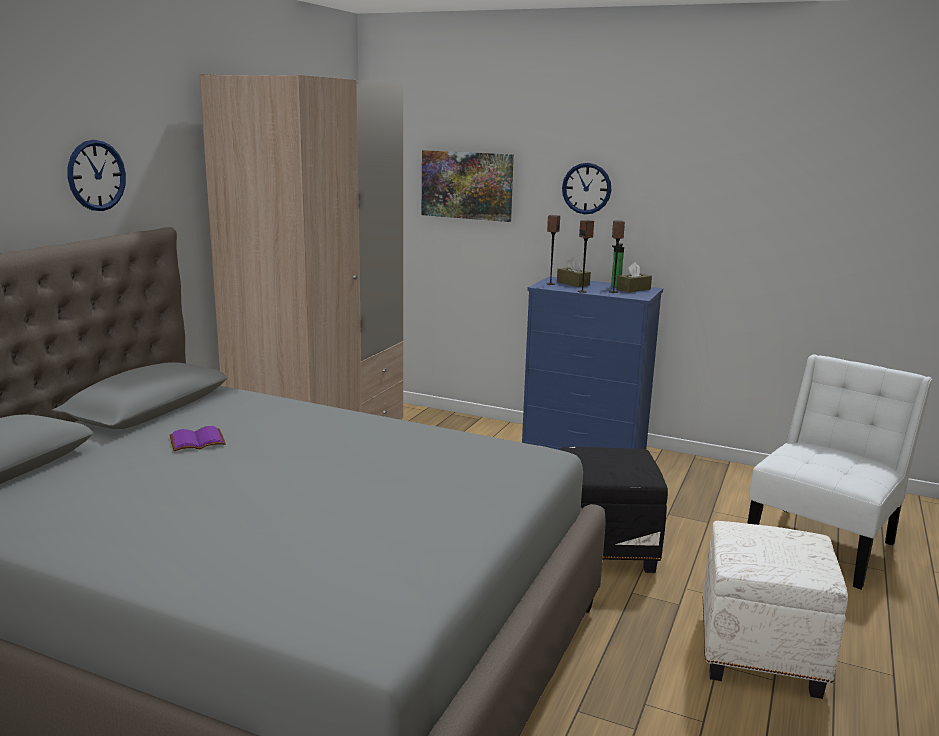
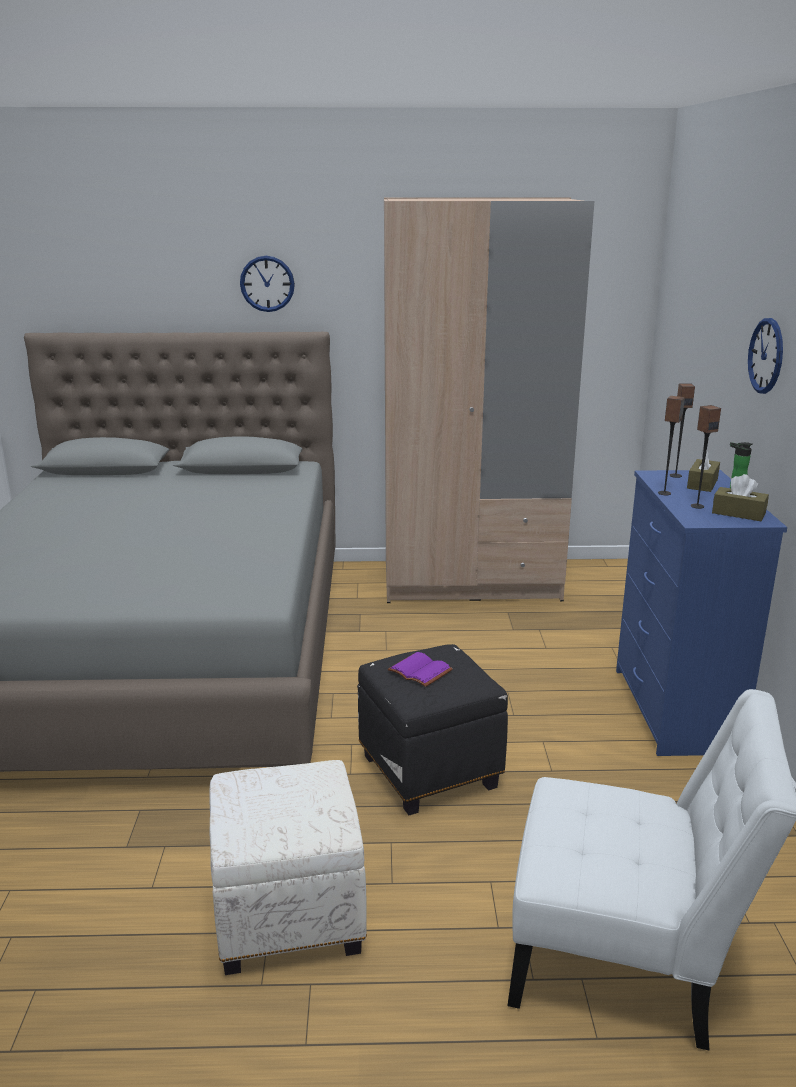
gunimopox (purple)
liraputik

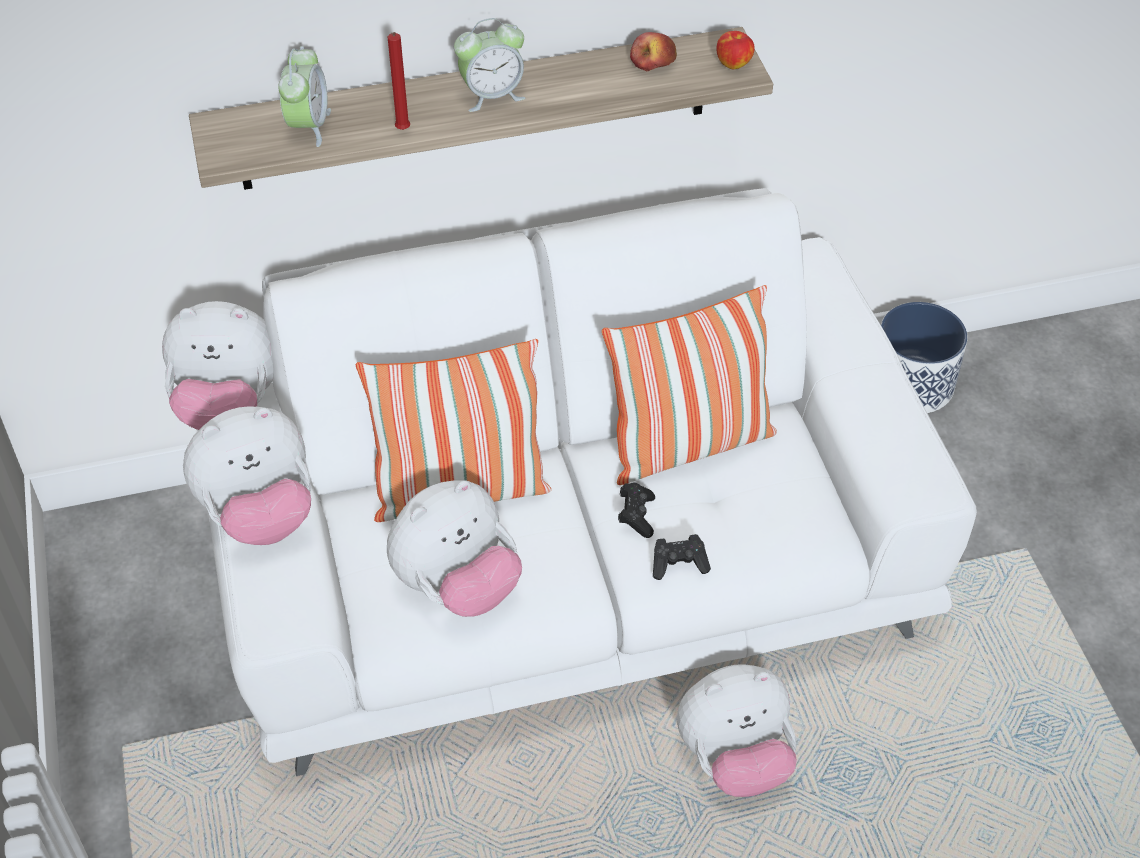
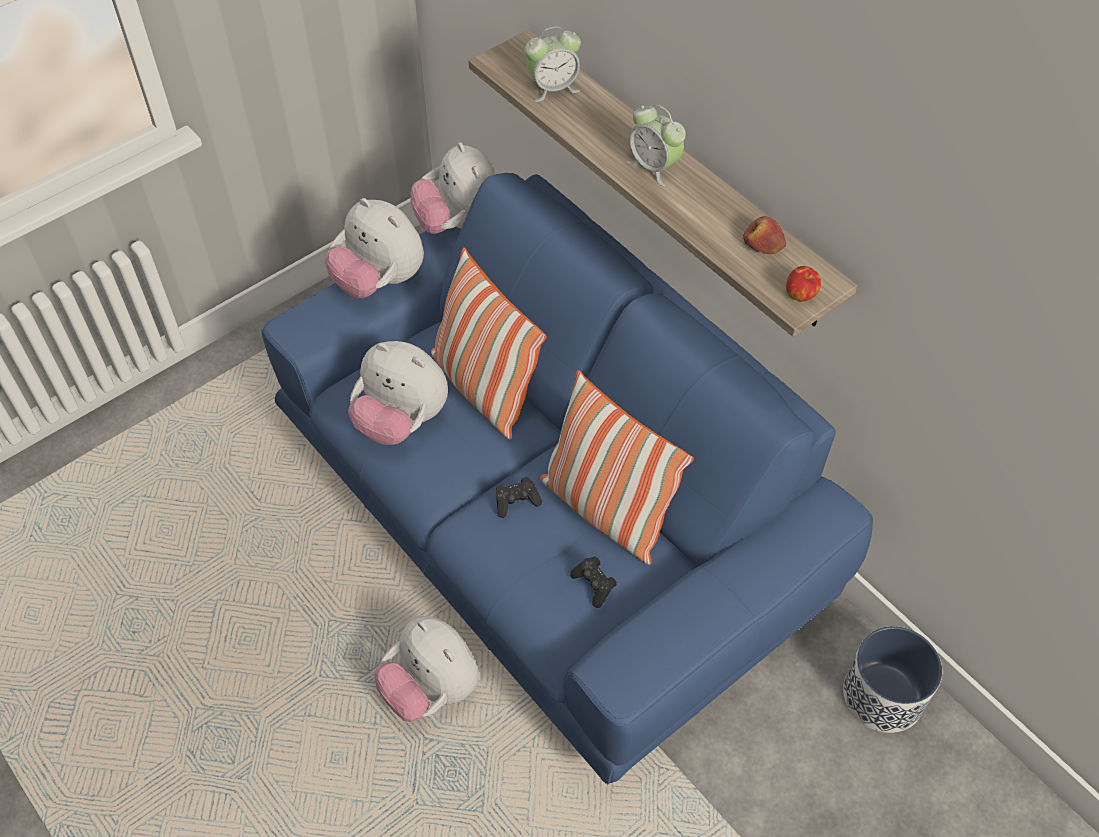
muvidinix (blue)
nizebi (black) (no. 2 from left)
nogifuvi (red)

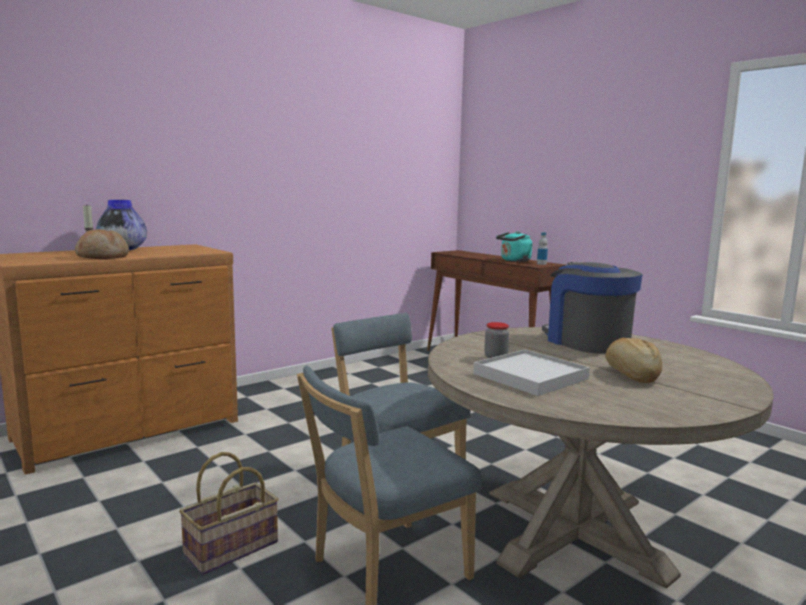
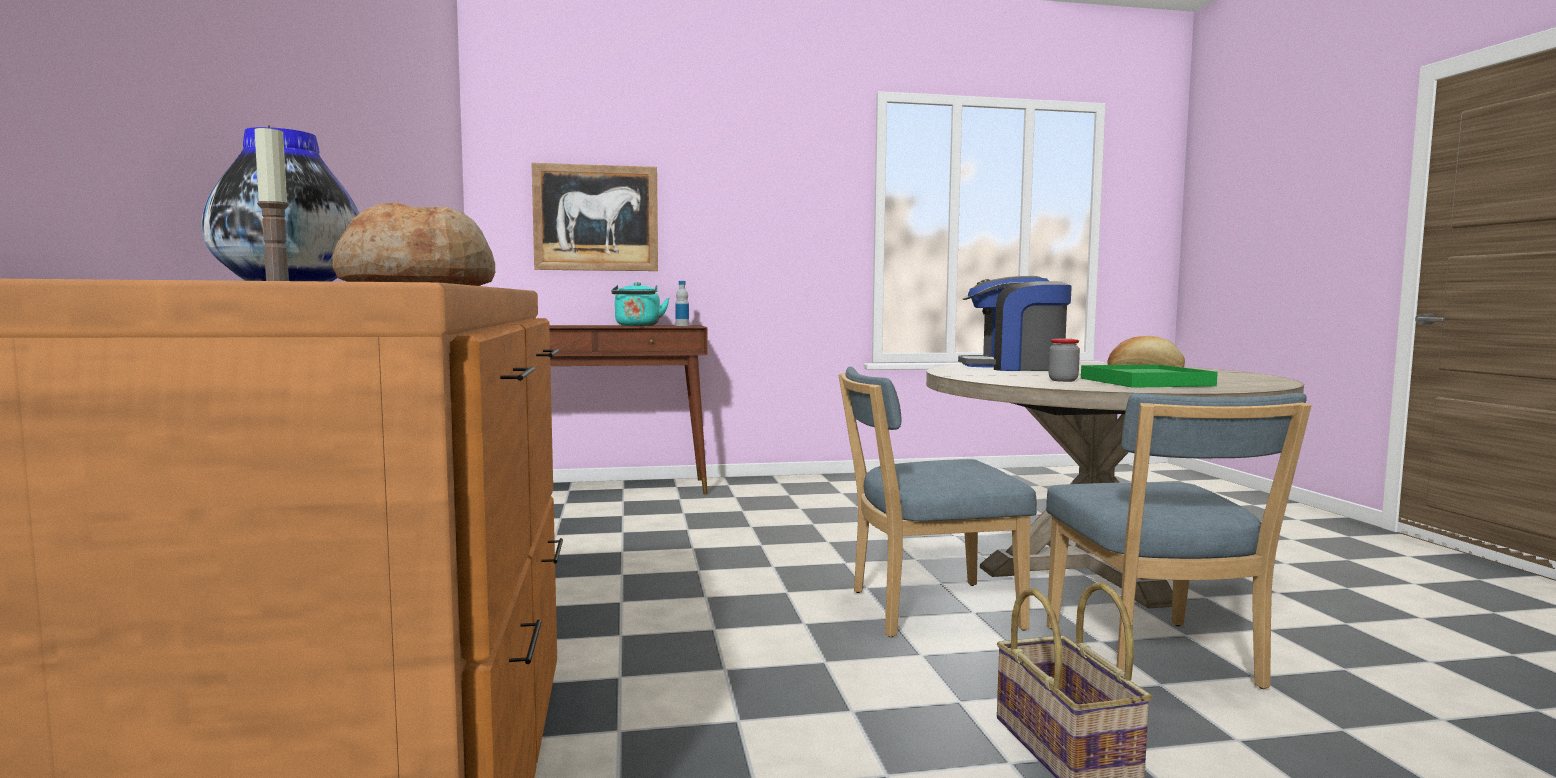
liraputik
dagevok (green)

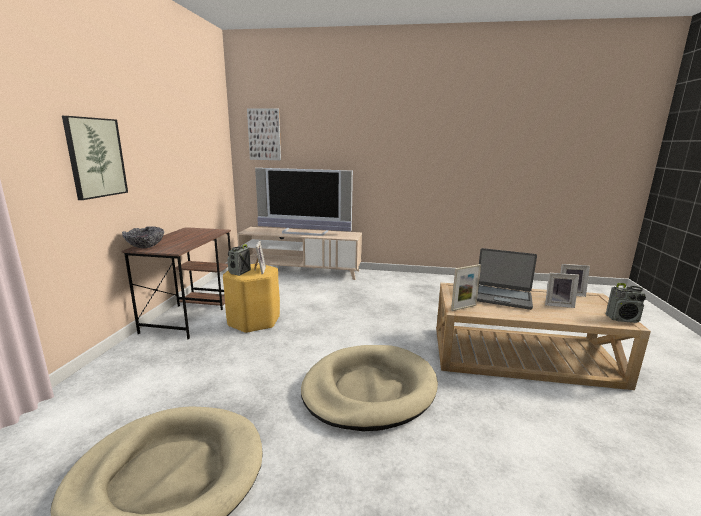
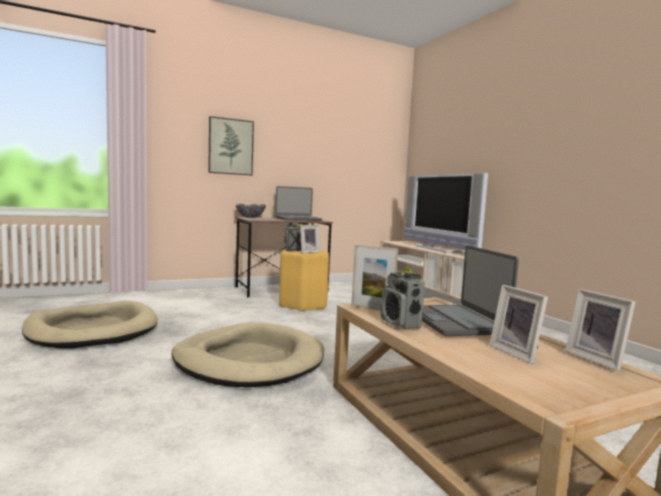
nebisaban (no. 1 from left)
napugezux (no. 2 from left)
liraputik (no. 2 from left in the first image)

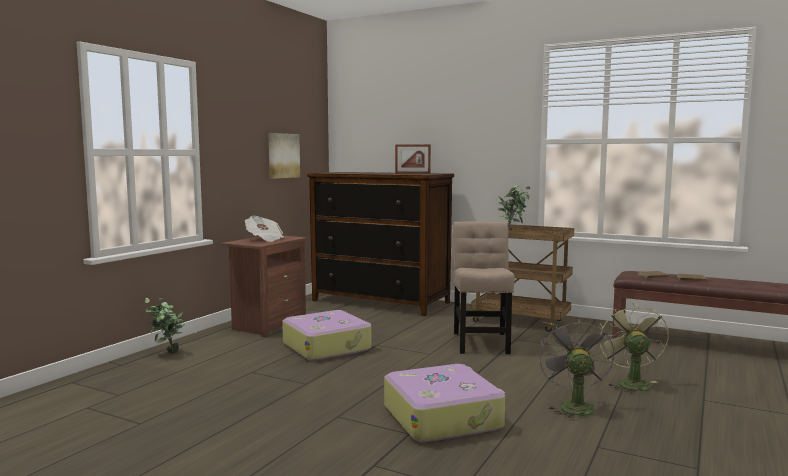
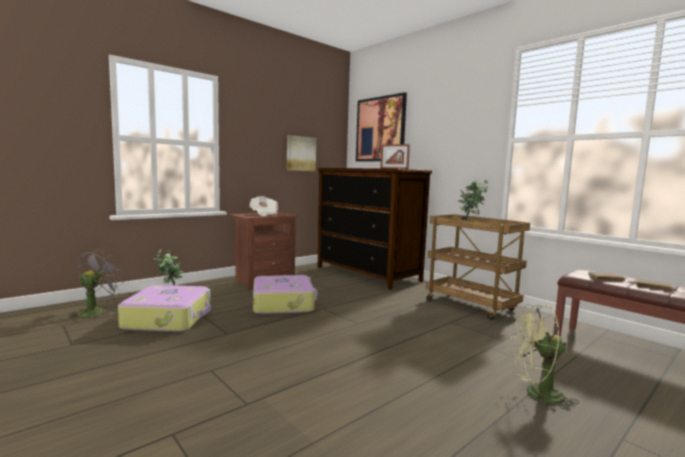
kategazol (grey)
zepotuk (no. 1 from left)
liraputik (no. 2 from left)
kategazol (green)
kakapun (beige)

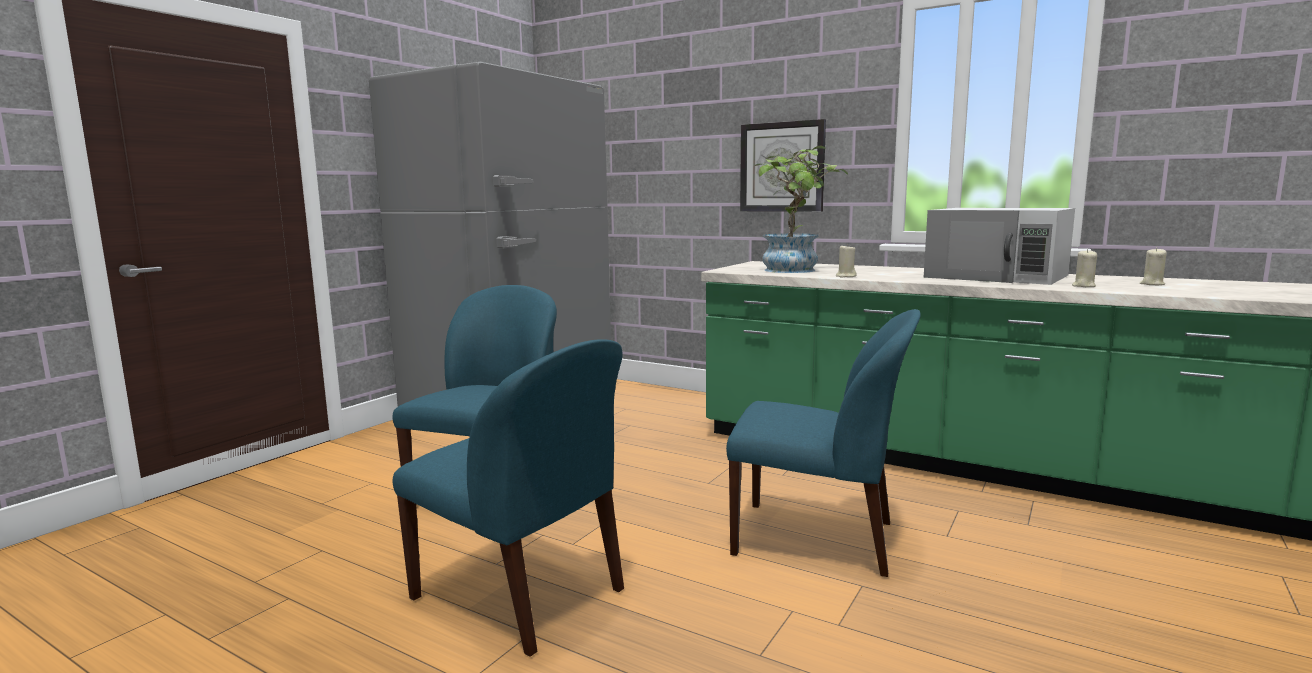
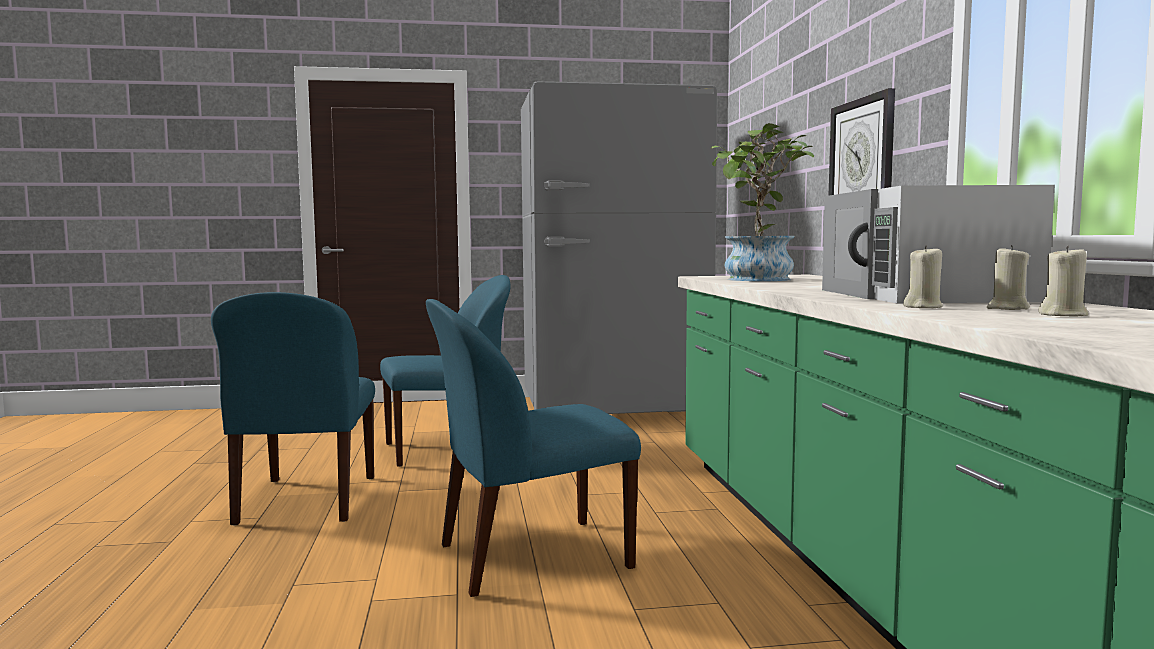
kakapun (blue) (no. 3 from left)
nogifuvi (beige) (no. 2 from left)

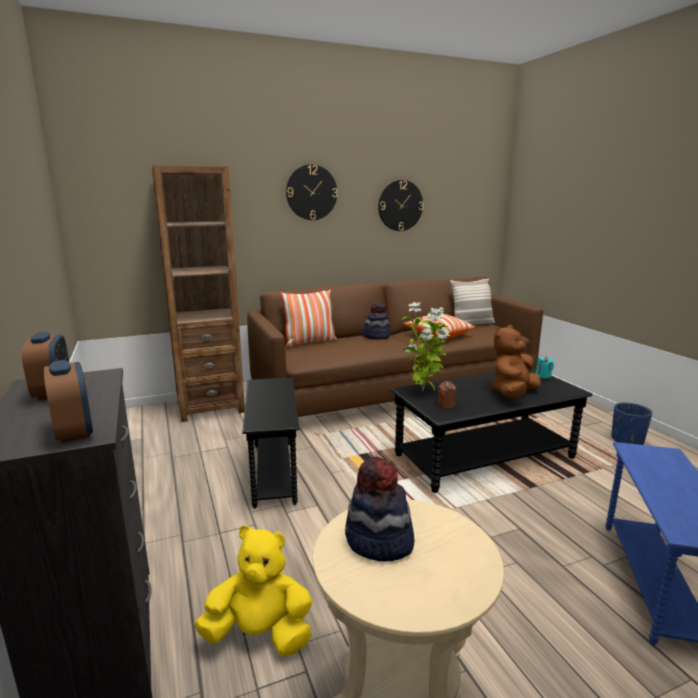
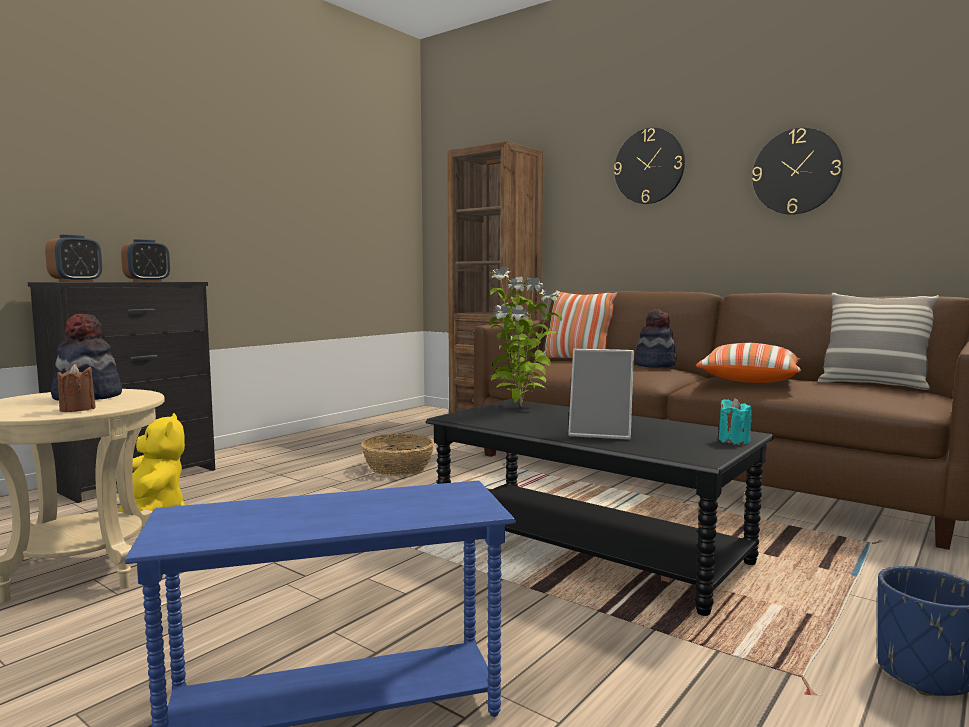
nogifuvi (brown)
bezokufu
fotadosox

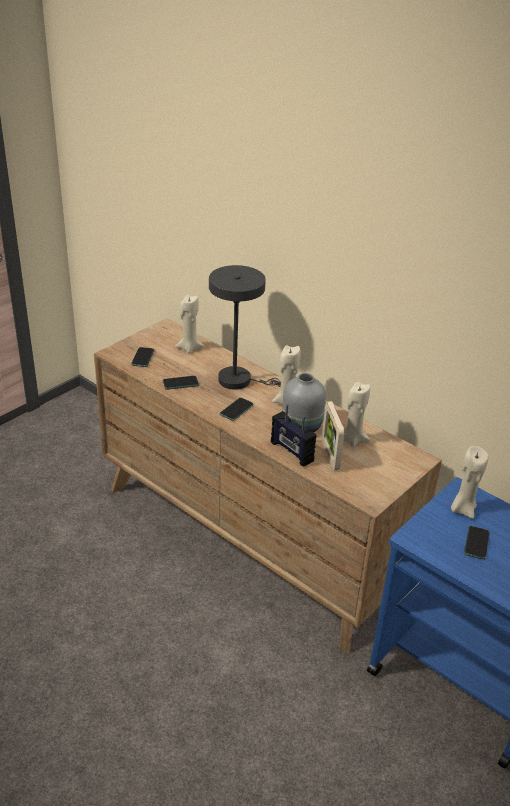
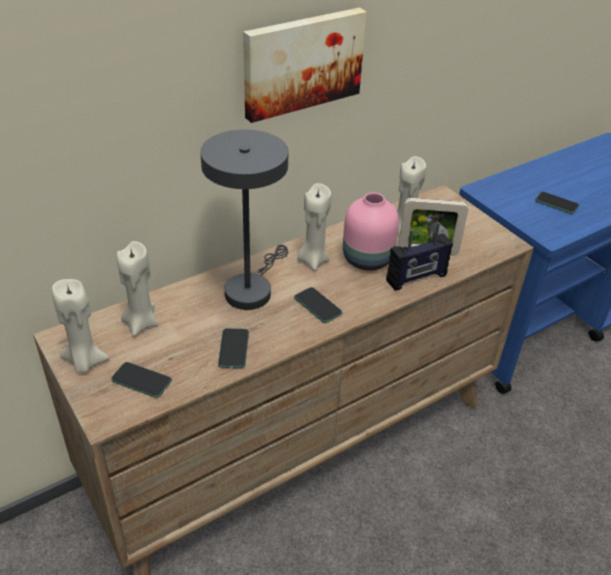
nogifuvi (beige) (no. 1 from left)
liraputik
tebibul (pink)

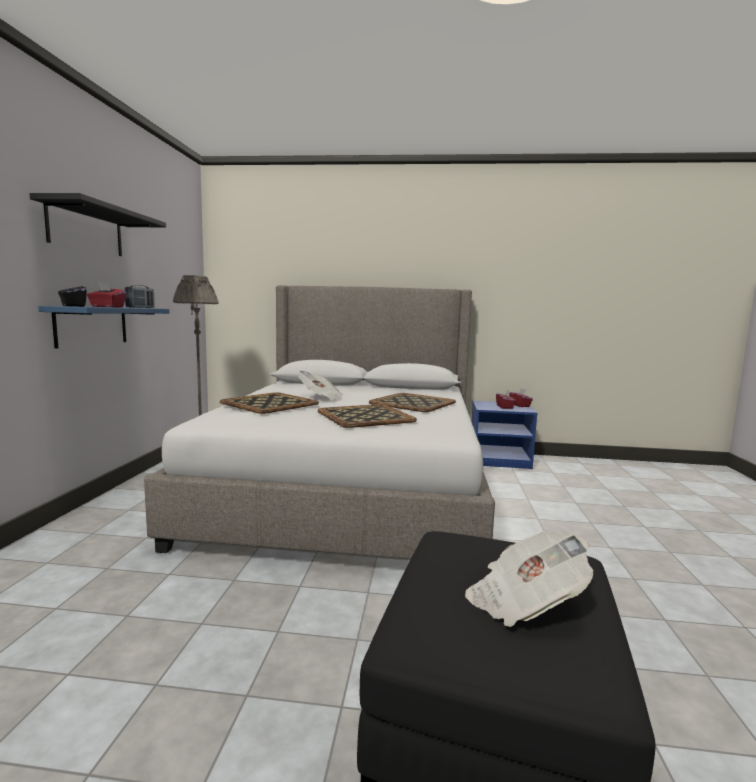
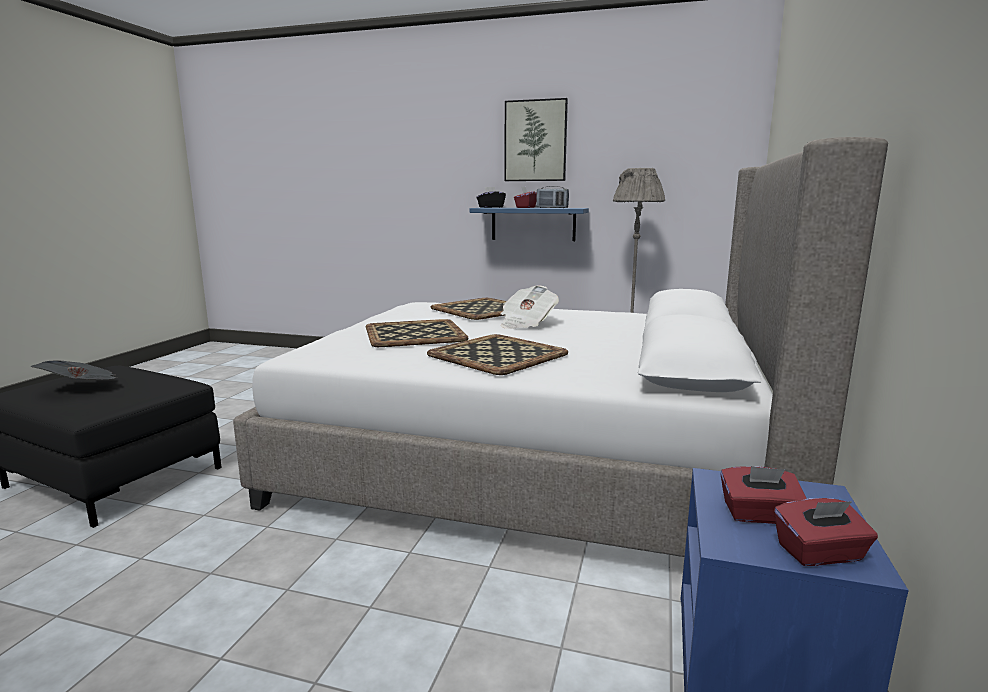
liraputik

